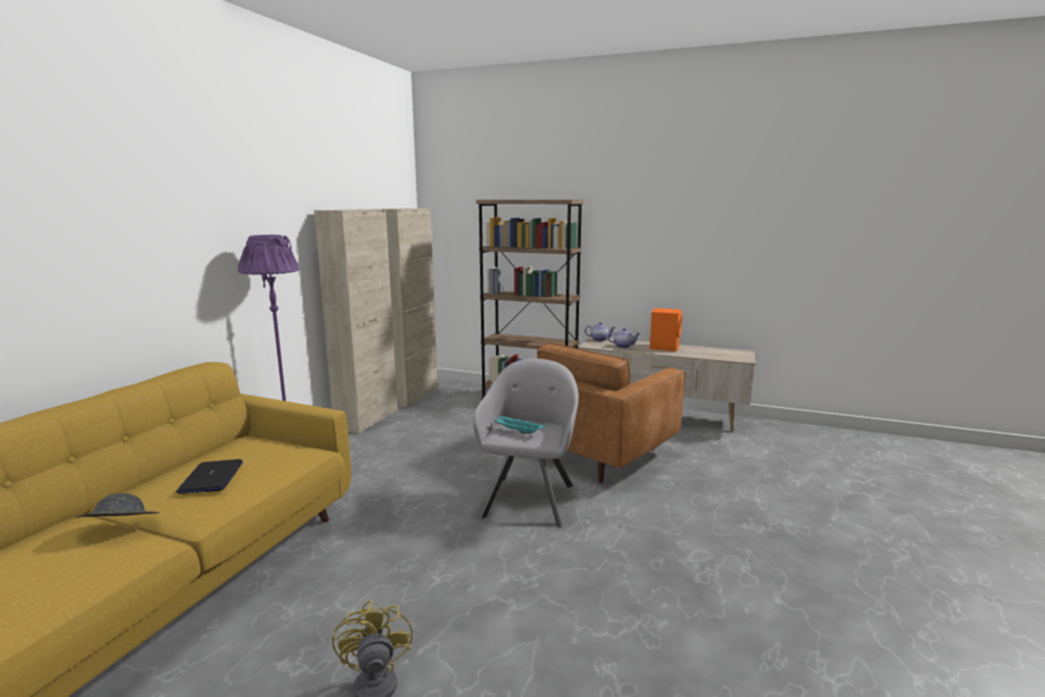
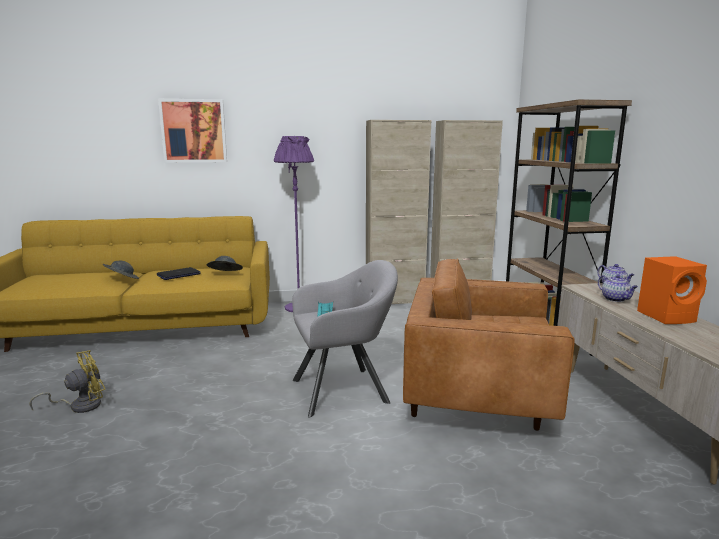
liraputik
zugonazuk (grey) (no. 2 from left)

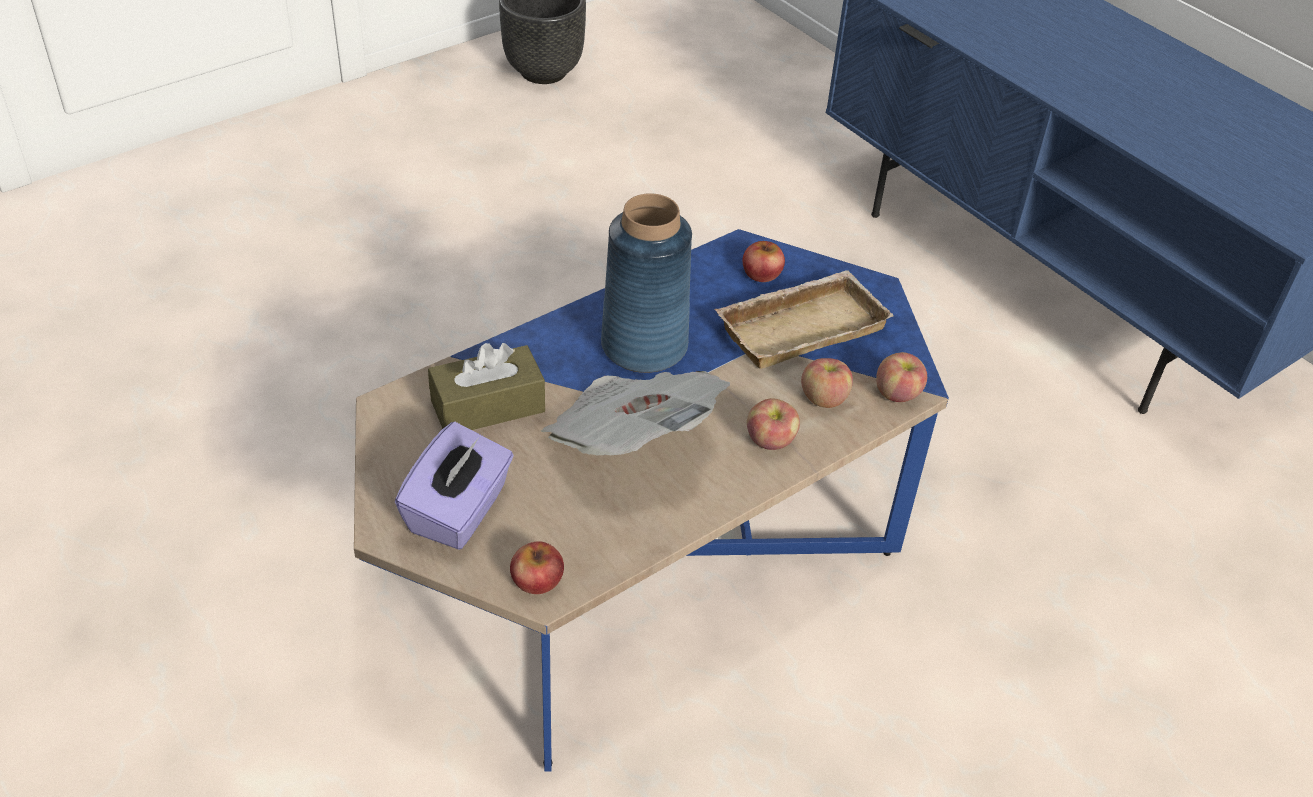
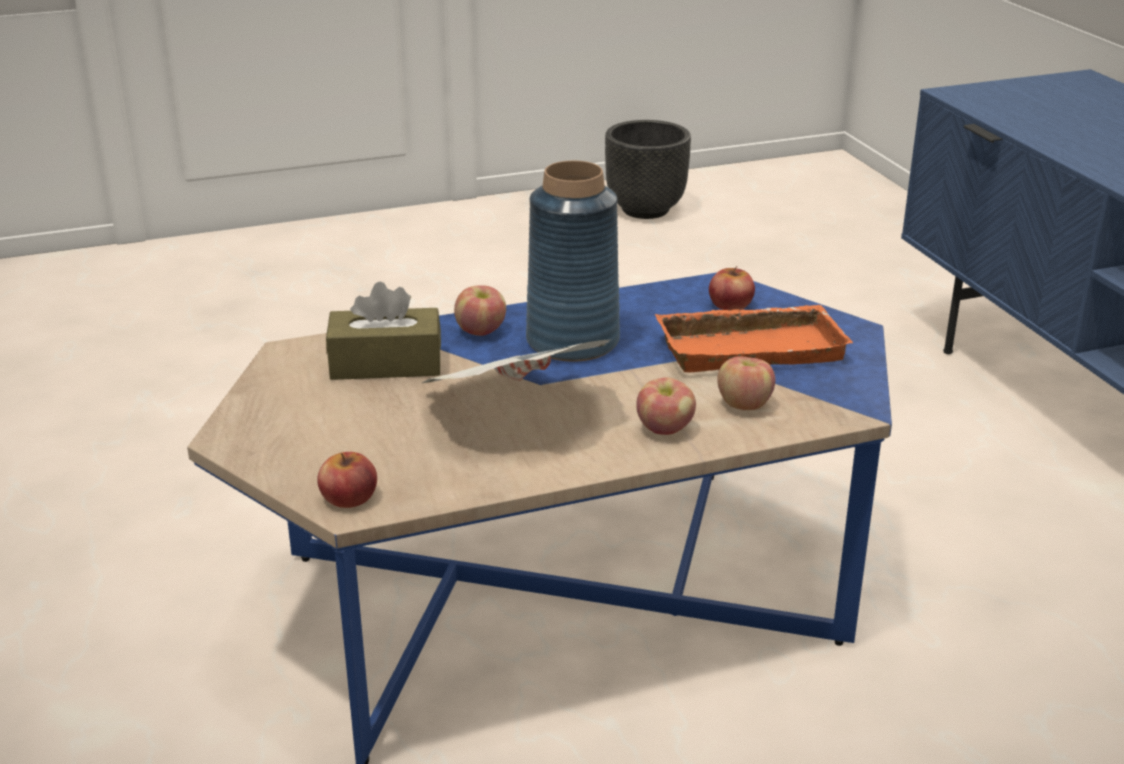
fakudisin (no. 2 from left)
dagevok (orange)
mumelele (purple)

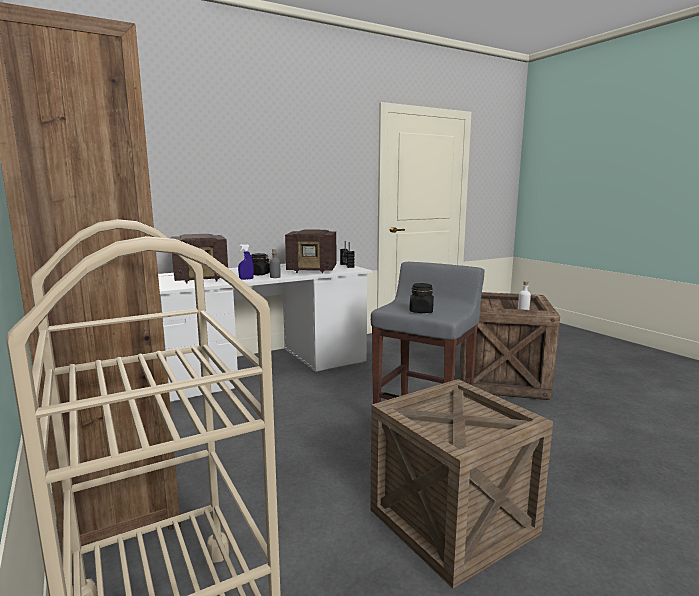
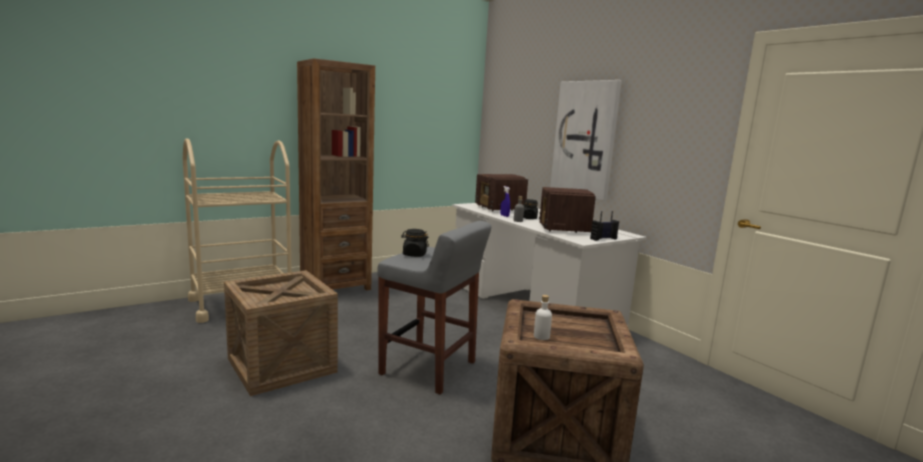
liraputik

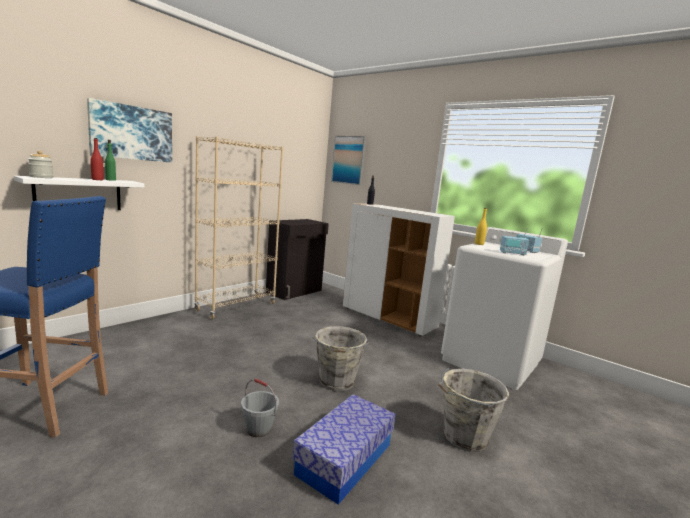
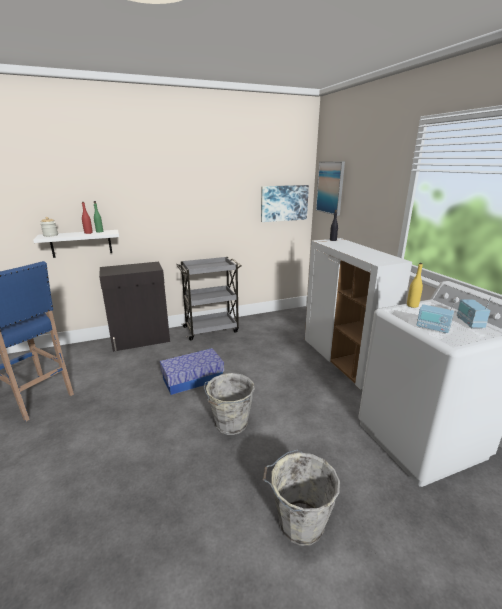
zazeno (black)
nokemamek
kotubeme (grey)
liraputik (no. 1 from left)
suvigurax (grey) (no. 1 from left in the first image)

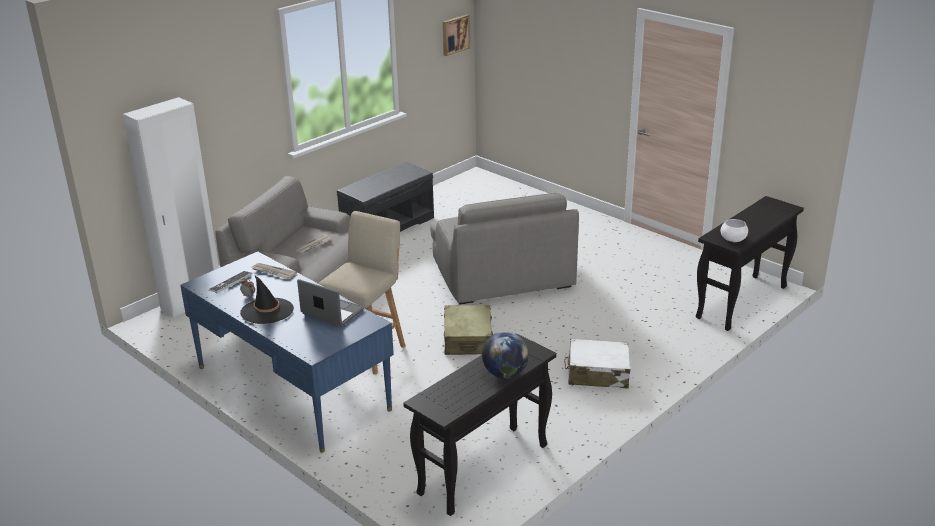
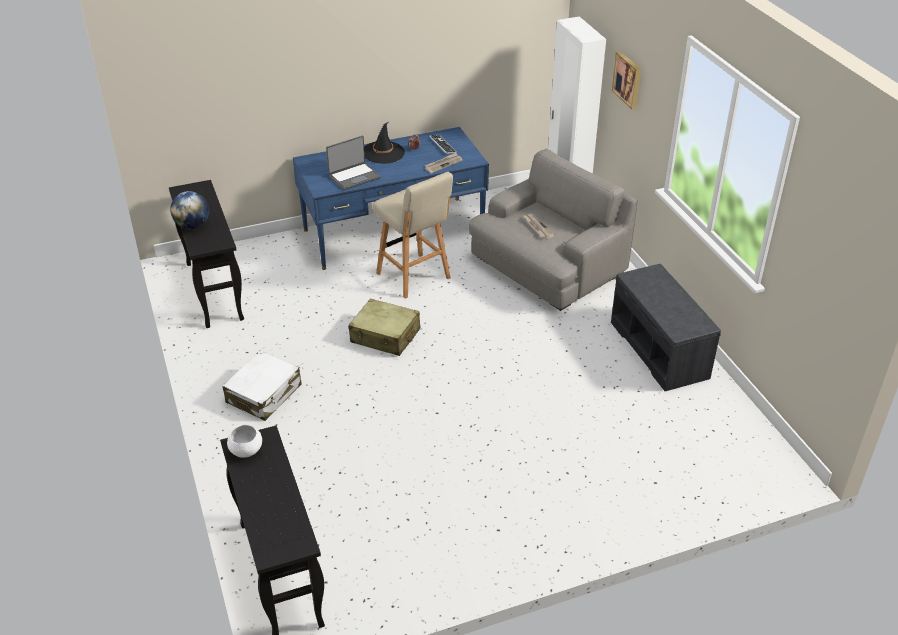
liraputik
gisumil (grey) (no. 2 from left in the first image)

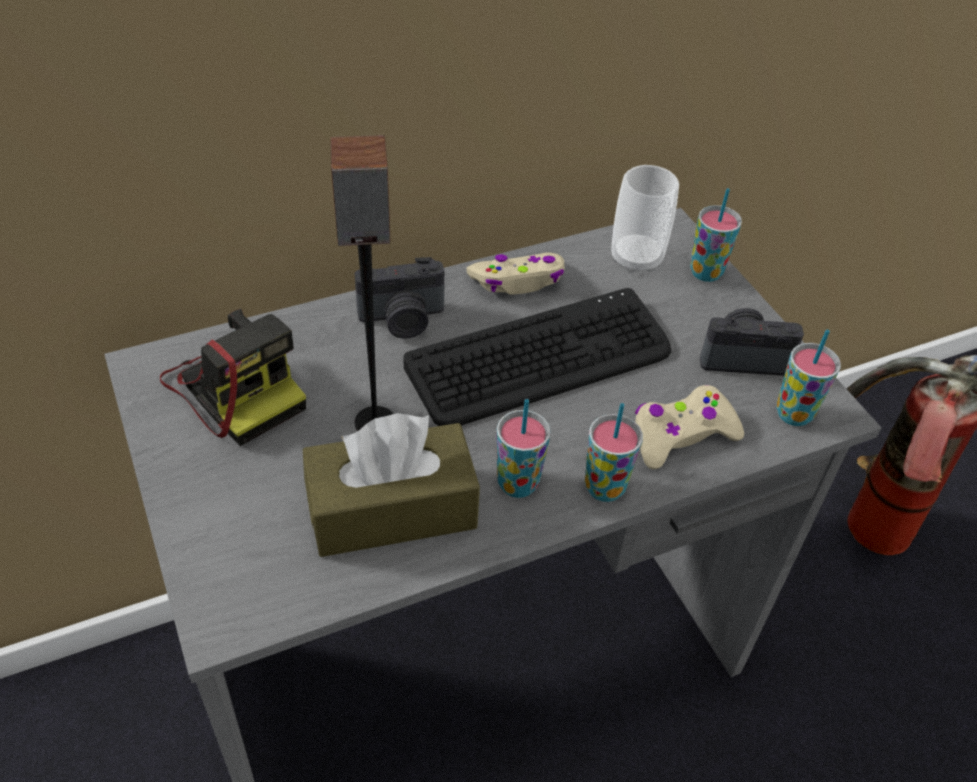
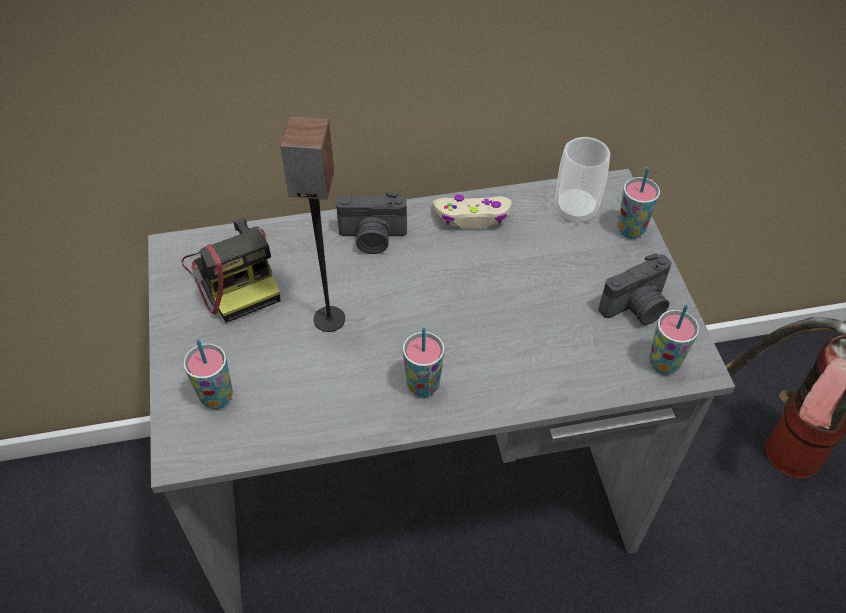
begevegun (no. 1 from left)
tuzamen (no. 3 from left)
mumelele (brown)
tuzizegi
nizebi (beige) (no. 2 from left in the first image)

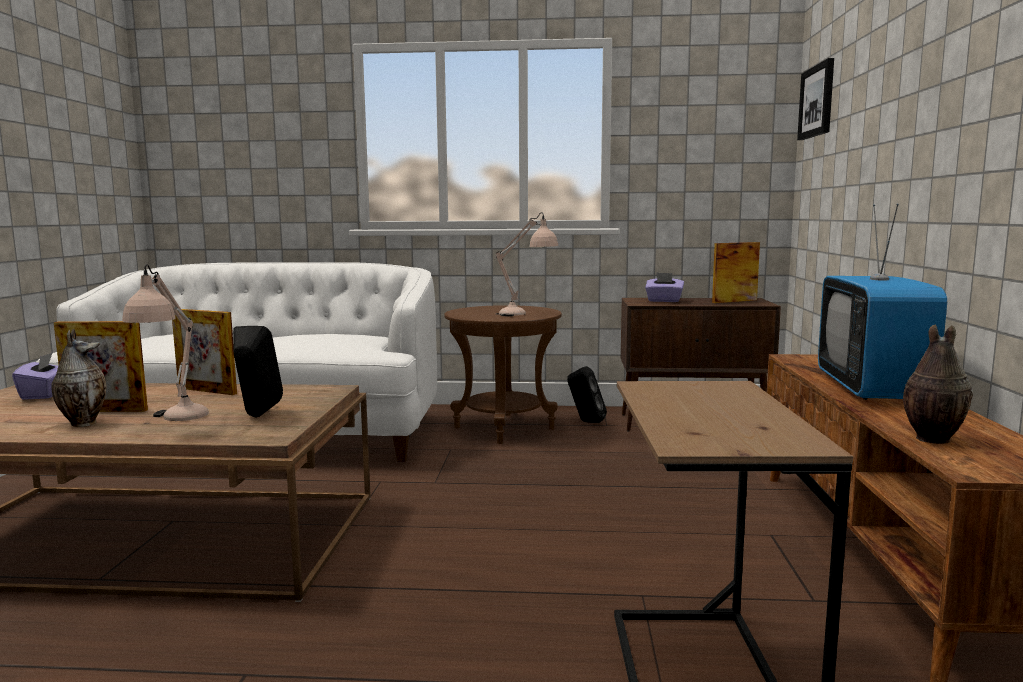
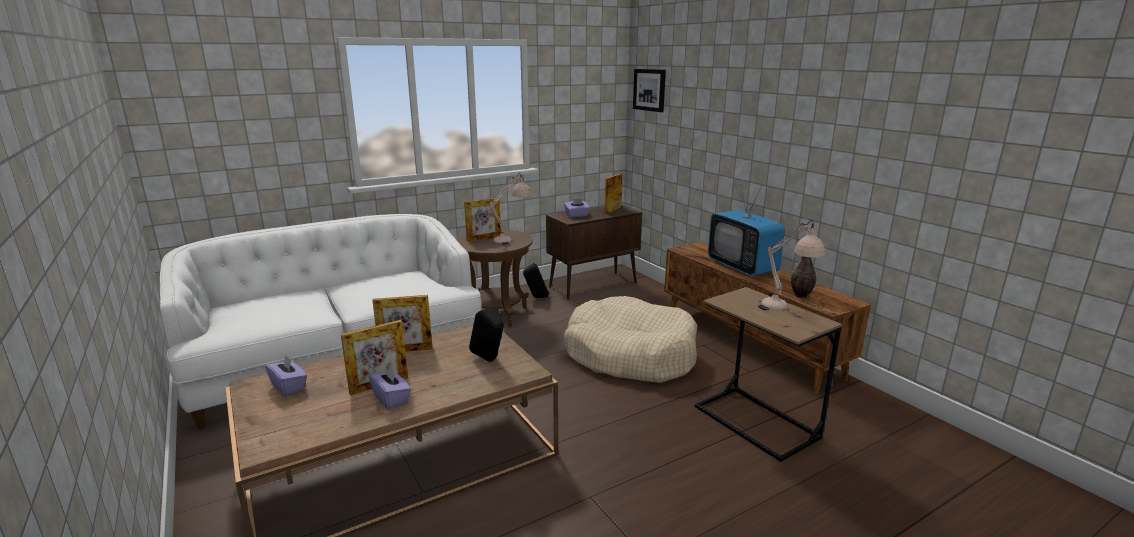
mumelele (purple) (no. 2 from left)
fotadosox (no. 3 from left)
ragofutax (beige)
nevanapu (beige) (no. 2 from left)

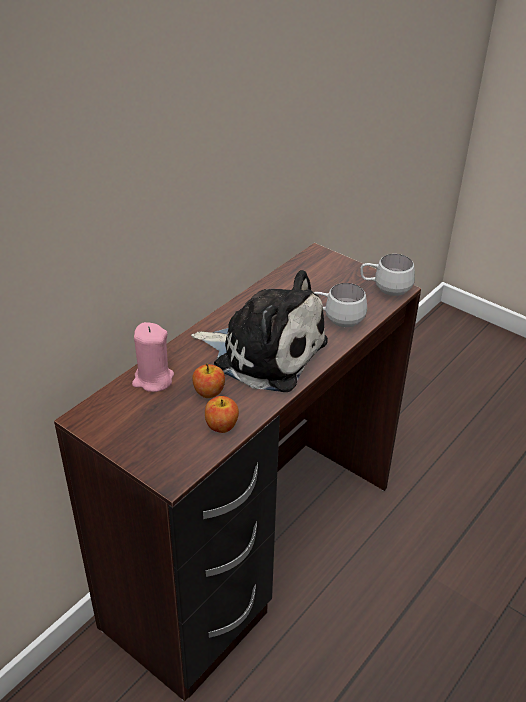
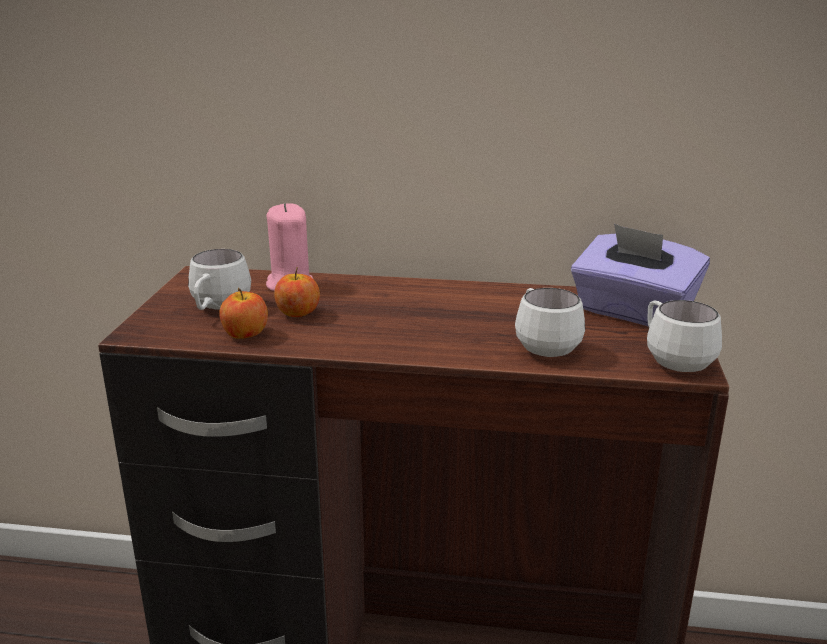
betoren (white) (no. 1 from left)
mumelele (purple)
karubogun

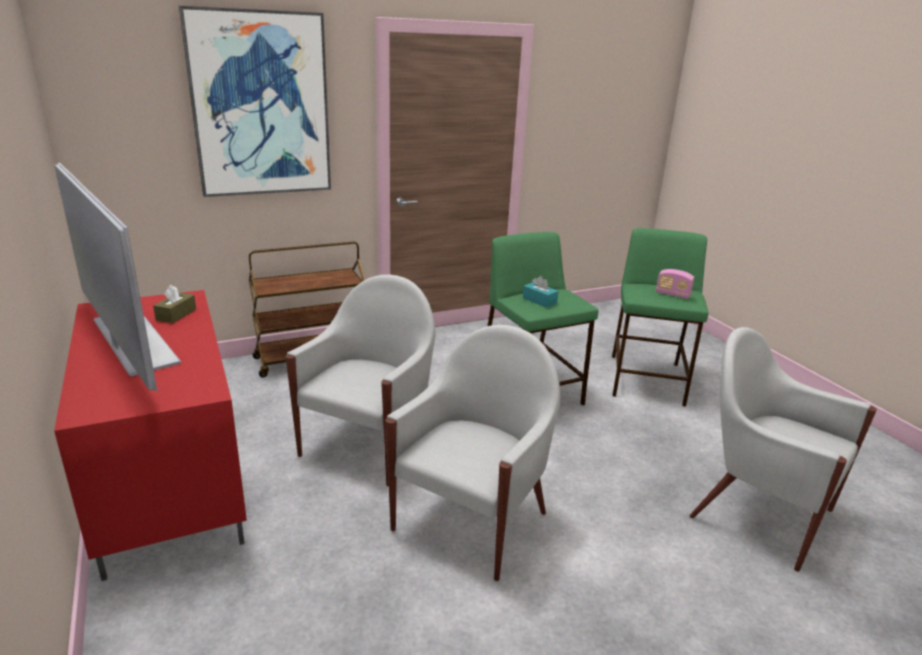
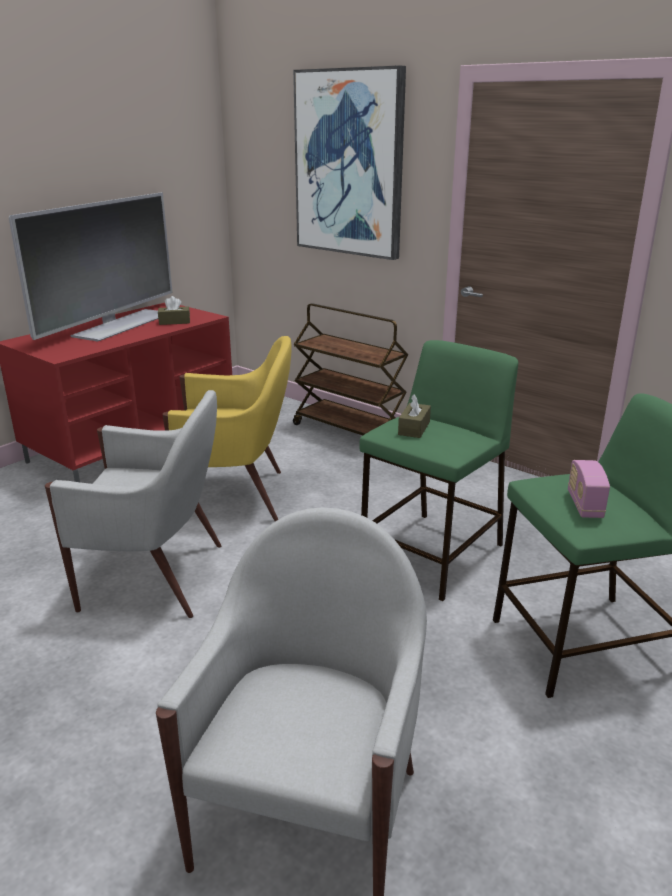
gisumil (yellow)
mumelele (brown) (no. 2 from left)

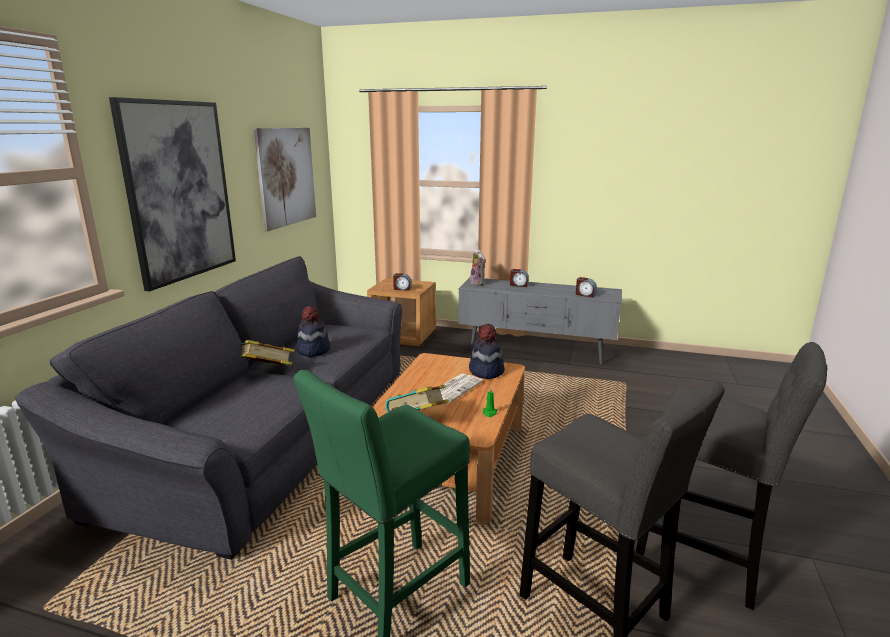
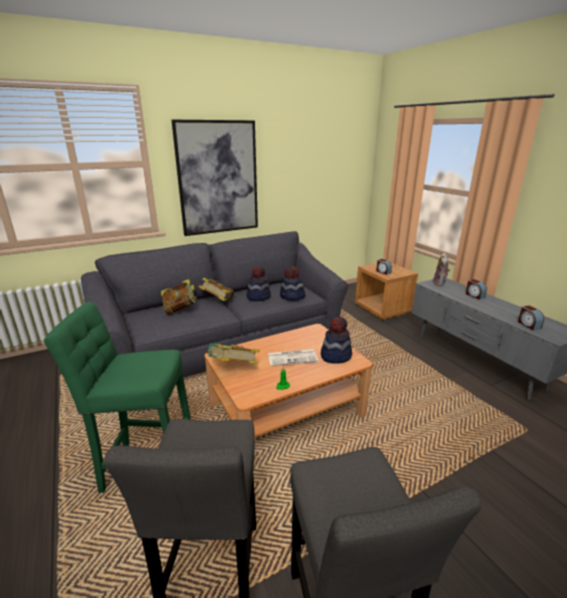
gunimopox (no. 1 from left)
zugonazuk (no. 2 from left)
liraputik (no. 2 from left in the first image)

